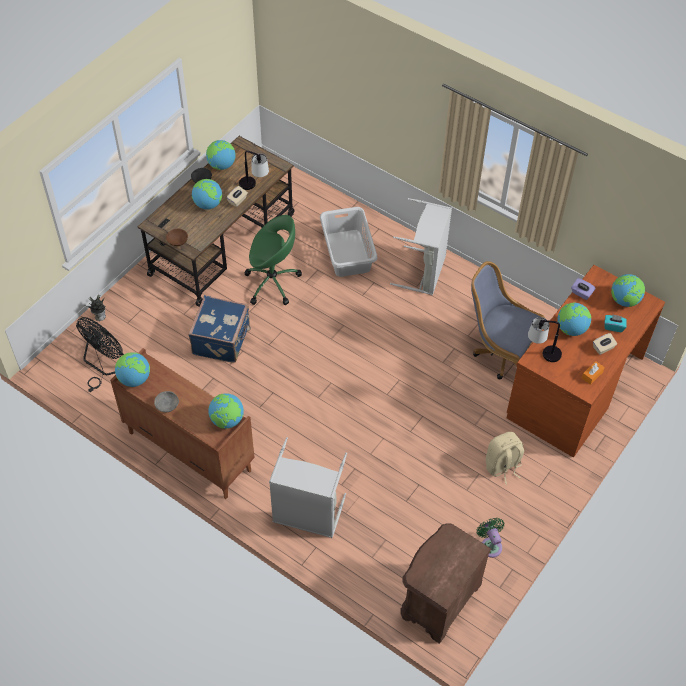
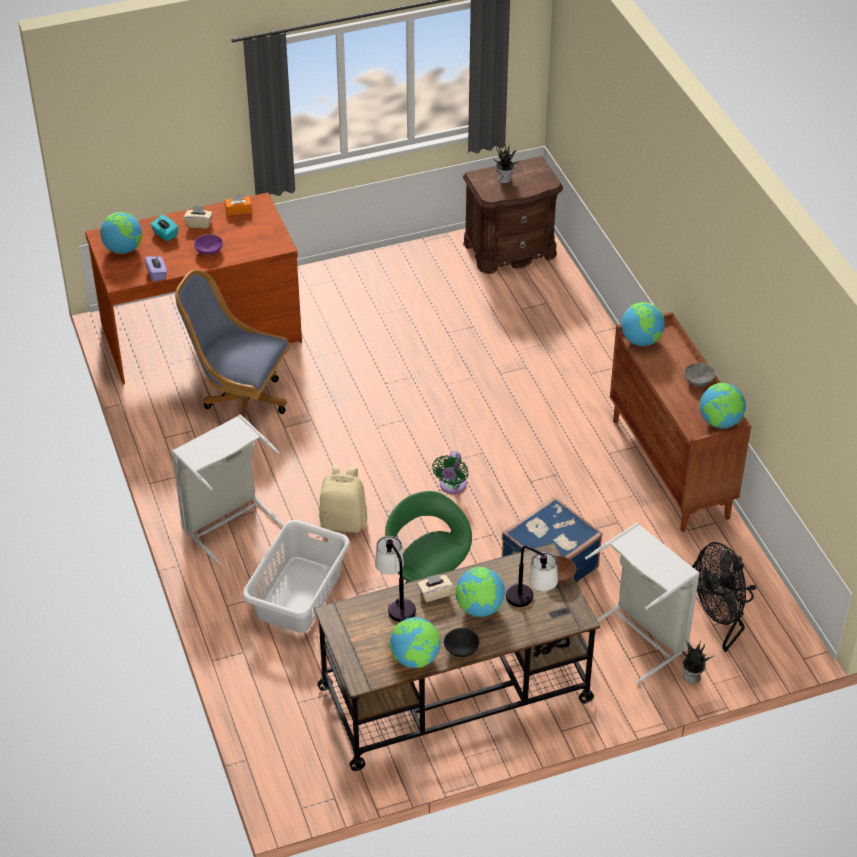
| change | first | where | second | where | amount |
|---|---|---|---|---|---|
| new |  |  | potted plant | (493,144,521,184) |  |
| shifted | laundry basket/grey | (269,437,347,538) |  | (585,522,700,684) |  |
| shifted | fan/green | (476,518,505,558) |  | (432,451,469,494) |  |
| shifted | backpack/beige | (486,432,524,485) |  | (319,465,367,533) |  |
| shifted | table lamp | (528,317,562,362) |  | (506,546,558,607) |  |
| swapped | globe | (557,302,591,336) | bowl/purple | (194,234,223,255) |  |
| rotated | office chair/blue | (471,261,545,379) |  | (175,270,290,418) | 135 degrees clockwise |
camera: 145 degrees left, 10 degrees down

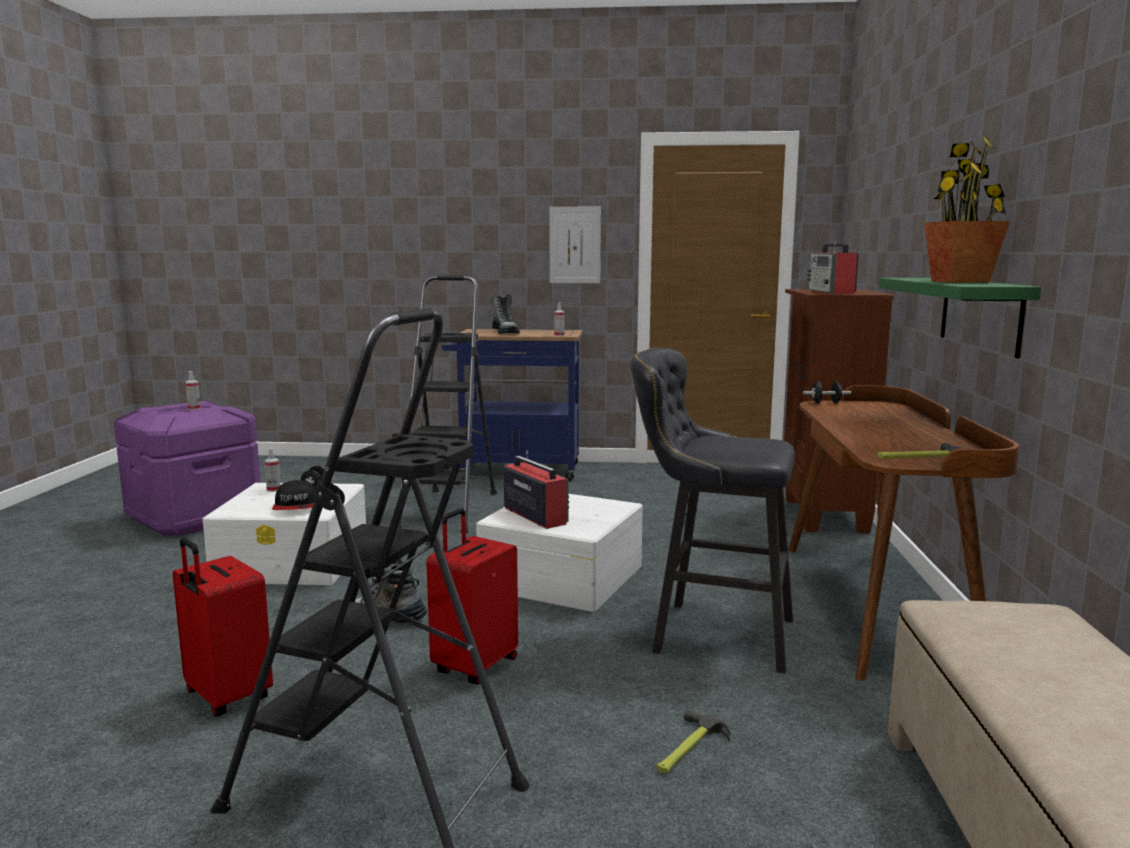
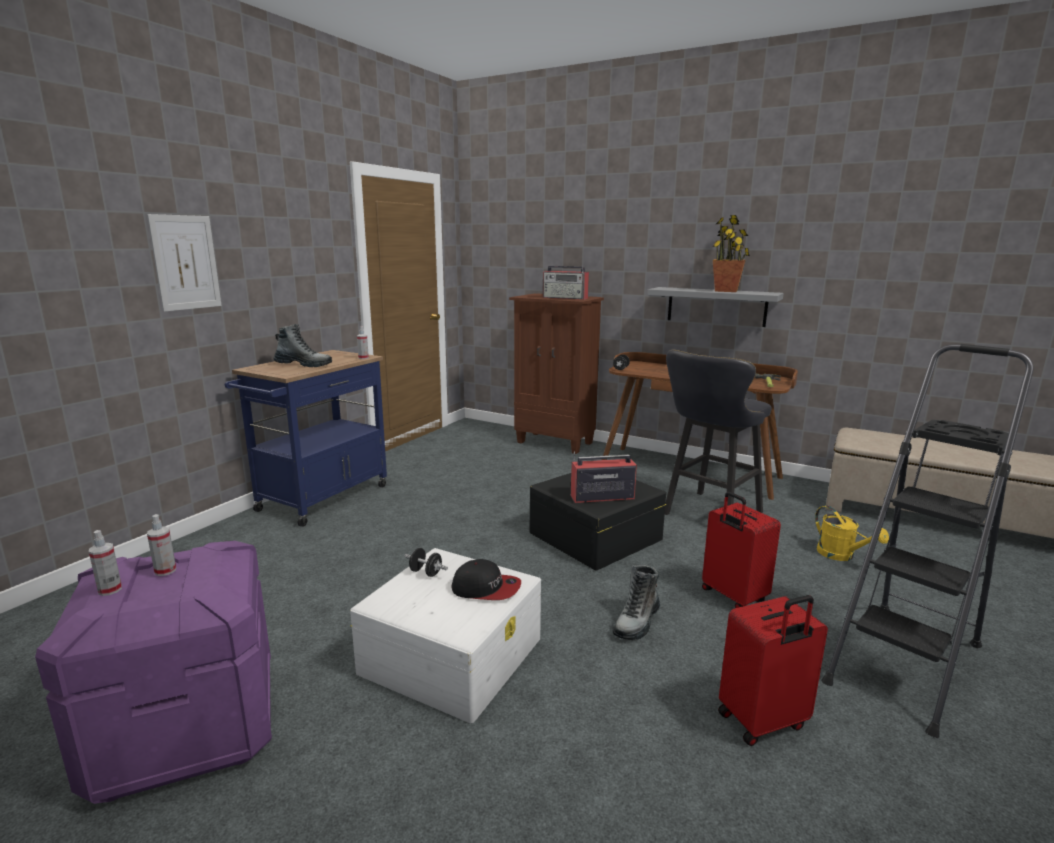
| change | first | where | second | where | amount |
|---|---|---|---|---|---|
| gone | step ladder | (397,275,497,533) |  |  |  |
| shifted | spray bottle | (265,448,281,492) |  | (89,530,122,596) |  |
| shifted | picture | (549,207,601,283) |  | (147,214,222,312) |  |
| swapped | hammer | (656,710,730,774) | watering can/yellow | (815,506,889,561) |  |
| repainted | storage box/white | (476,494,643,612) | storage box/black | (530,473,666,570) |  |
| repainted | shelf/green | (879,278,1041,359) | shelf/grey | (647,287,784,327) |  |
camera: 65 degrees left, 5 degrees up

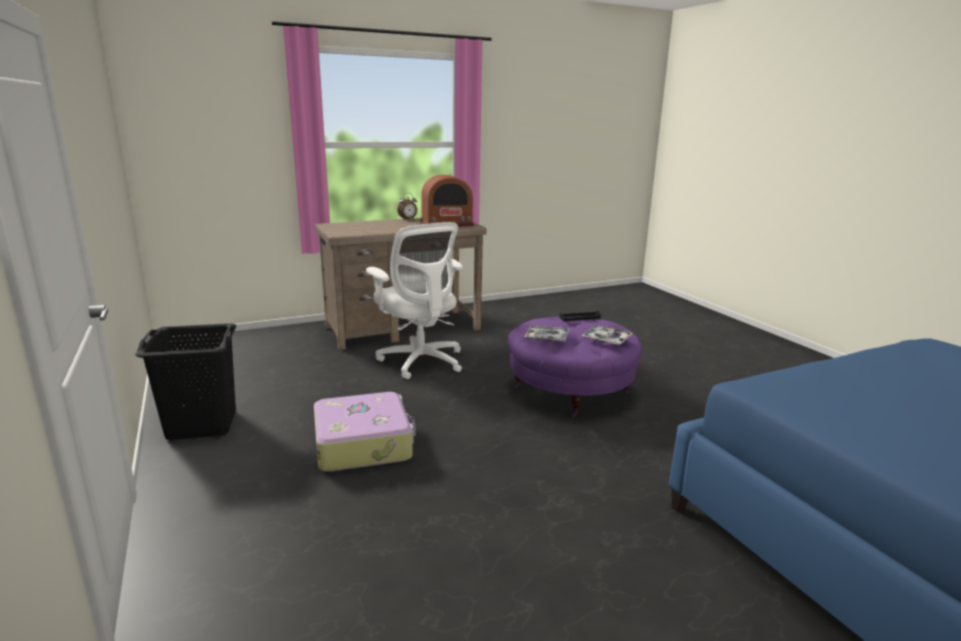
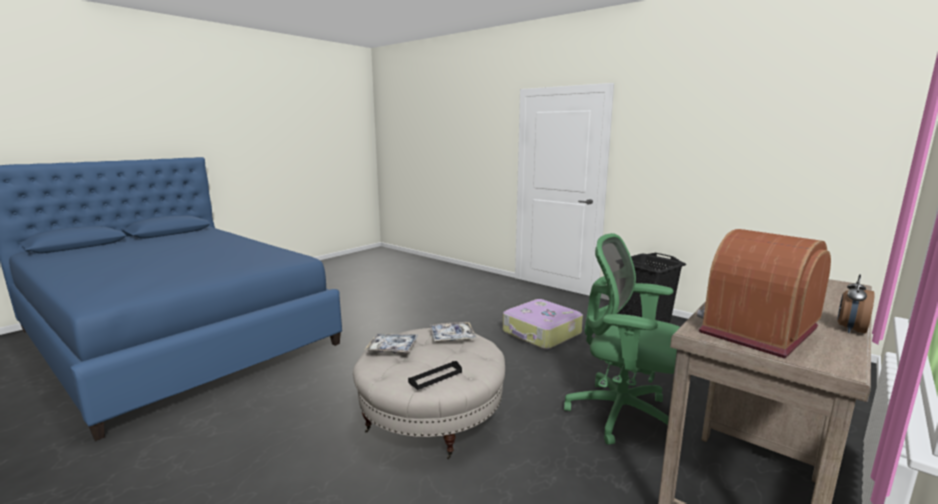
| change | first | where | second | where | amount |
|---|---|---|---|---|---|
| repainted | office chair/white | (366,222,463,379) | office chair/green | (564,233,680,445) |  |
| repainted | ottoman/purple | (508,316,642,418) | ottoman/beige | (353,328,505,459) |  |
camera: 155 degrees right, 5 degrees down

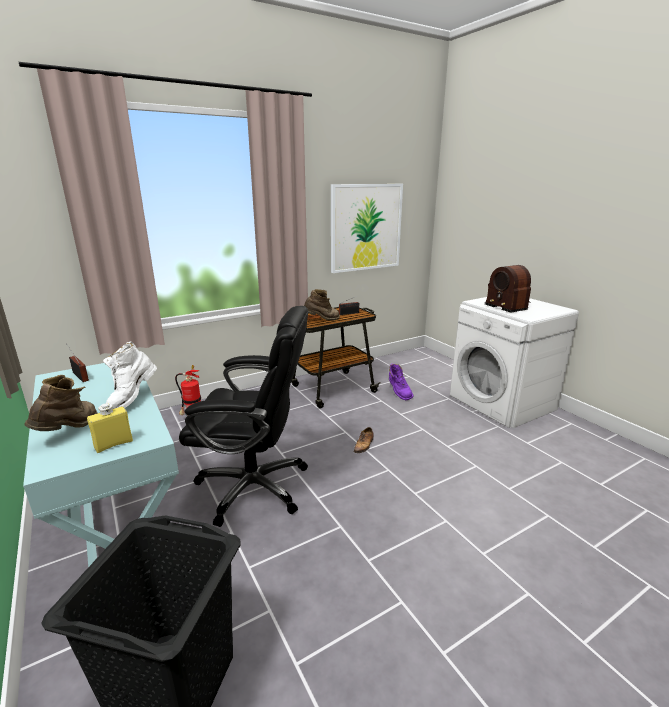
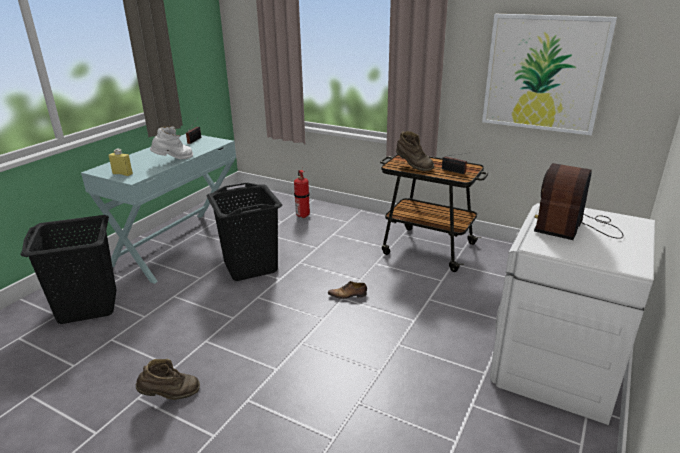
| change | first | where | second | where | amount |
|---|---|---|---|---|---|
| gone | boot/purple | (389,363,414,400) |  |  |  |
| shifted | boot/brown | (24,375,97,431) |  | (136,359,200,400) |  |
| swapped | office chair/black | (179,306,309,527) | laundry basket/black | (207,183,282,281) |  |
| rotated | boot/white | (103,342,157,409) |  | (150,126,193,159) | 150 degrees clockwise |
camera: 60 degrees right, 5 degrees up

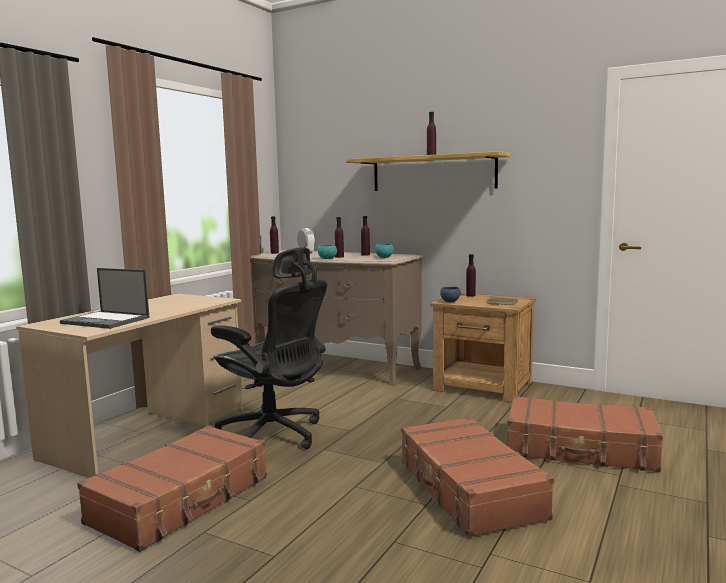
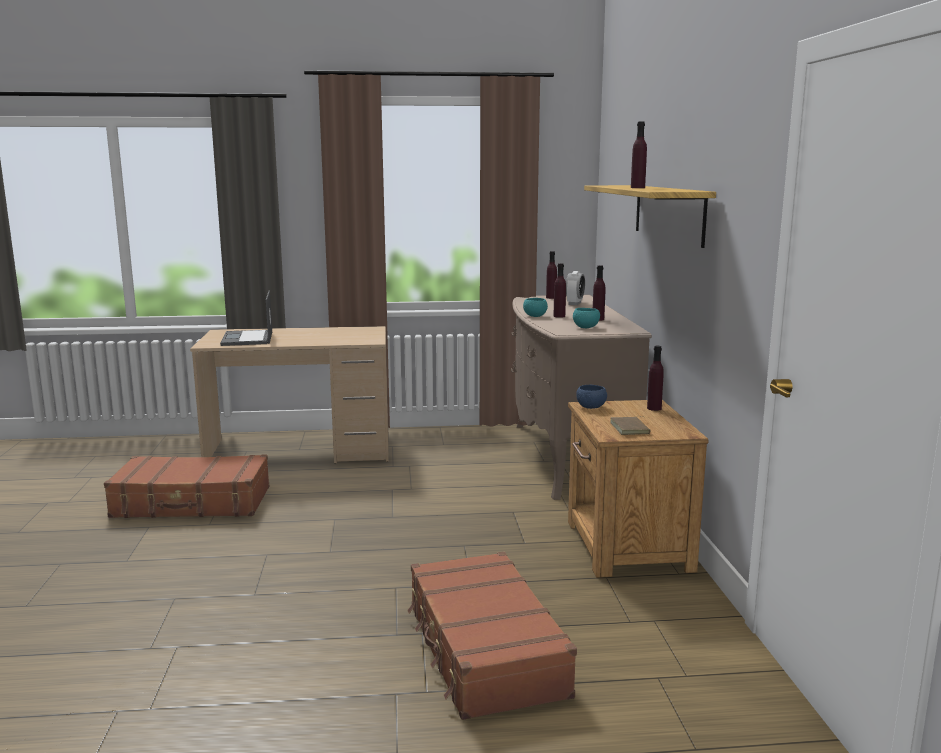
| change | first | where | second | where | amount |
|---|---|---|---|---|---|
| gone | office chair | (211,247,327,449) |  |  |  |
| gone | suitcase/brown | (401,417,554,537) |  |  |  |
camera: 55 degrees right, 5 degrees up

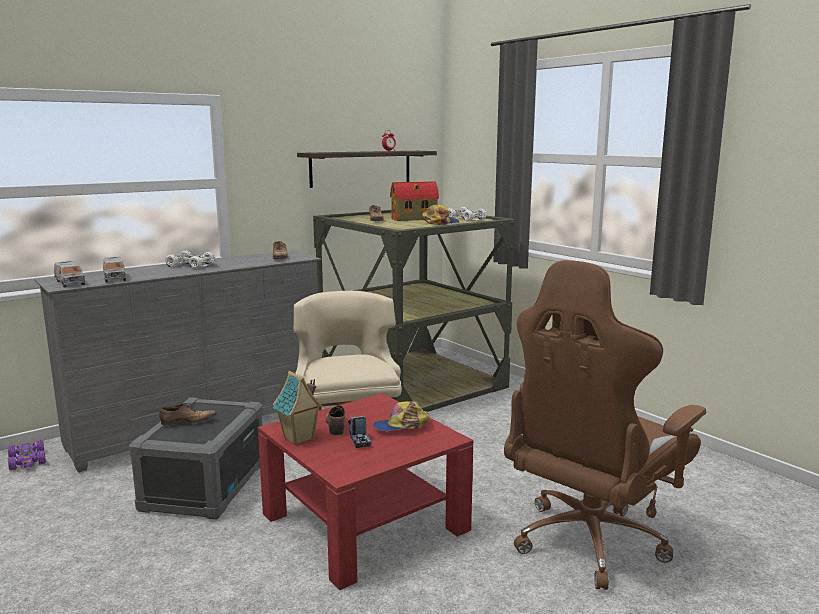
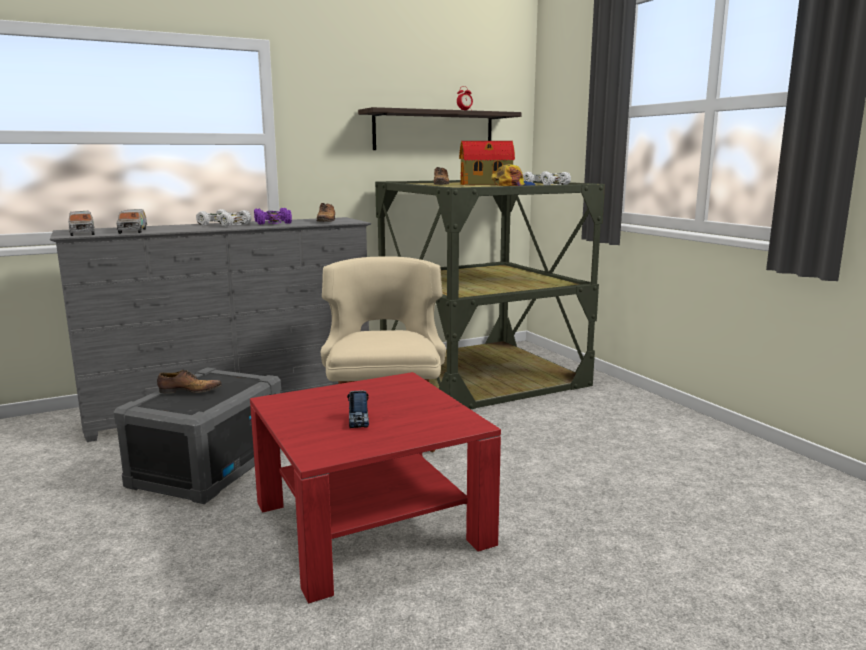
| change | first | where | second | where | amount |
|---|---|---|---|---|---|
| gone | toy house | (273,371,323,445) |  |  |  |
| gone | shoe | (326,404,345,435) |  |  |  |
| gone | cap | (373,401,430,431) |  |  |  |
| gone | office chair/brown | (504,260,706,590) |  |  |  |
| shifted | toy car/purple | (8,440,46,471) |  | (254,208,292,225) |  |
camera: 10 degrees right, 0 degrees up

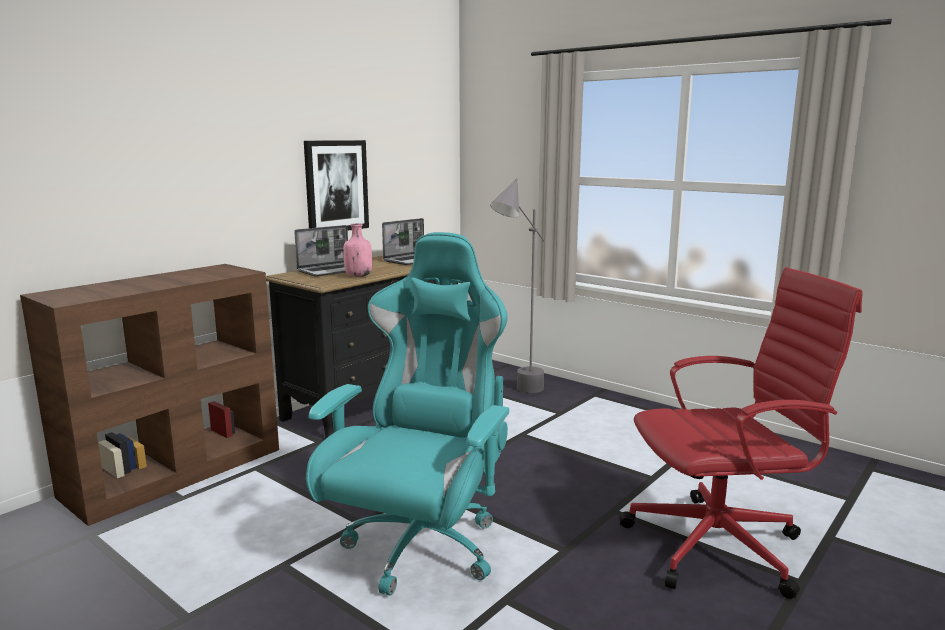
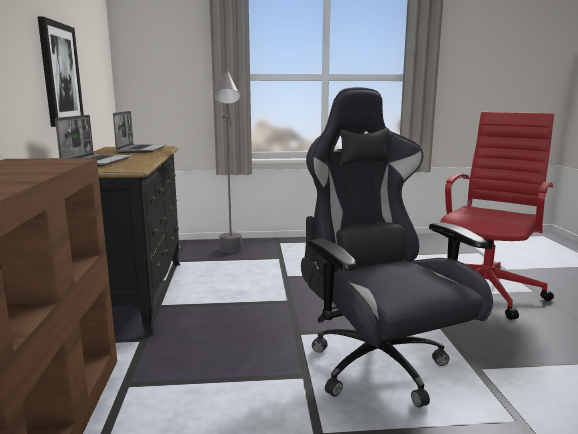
| change | first | where | second | where | amount |
|---|---|---|---|---|---|
| gone | bottle/pink | (343,223,372,277) |  |  |  |
| repainted | office chair/turquoise | (306,232,509,596) | office chair/black | (301,87,493,407) |  |
camera: 45 degrees left, 0 degrees up

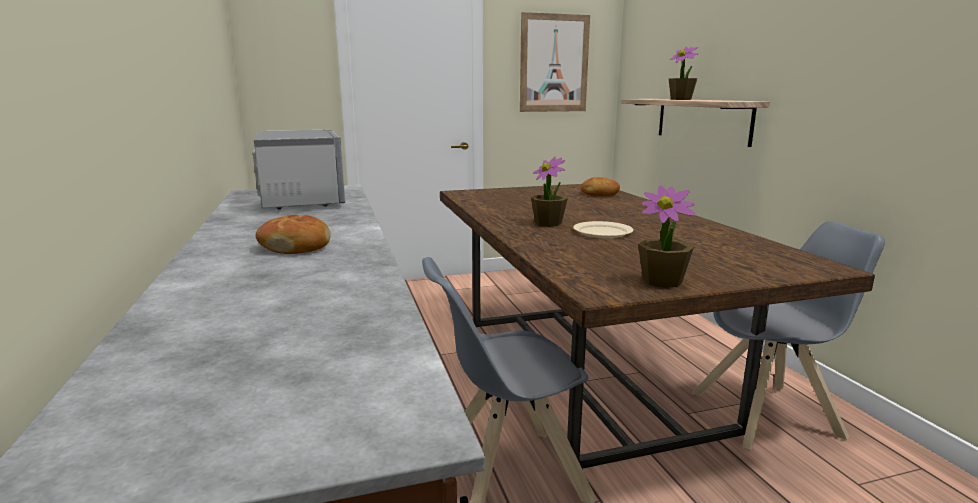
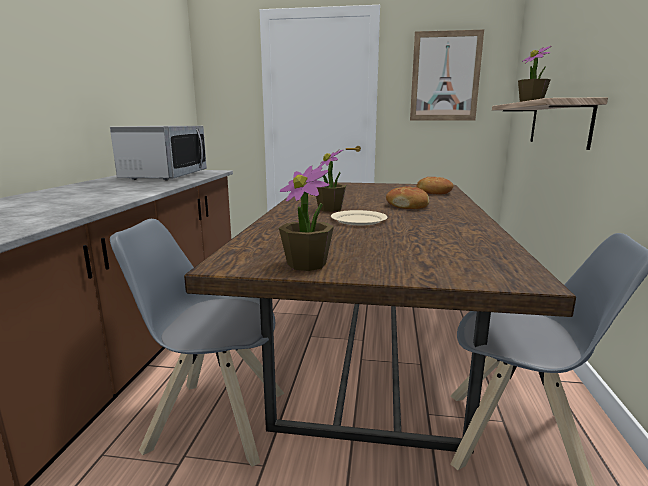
| change | first | where | second | where | amount |
|---|---|---|---|---|---|
| shifted | bread | (256,215,331,254) |  | (386,186,429,209) |  |
camera: 25 degrees right, 0 degrees up

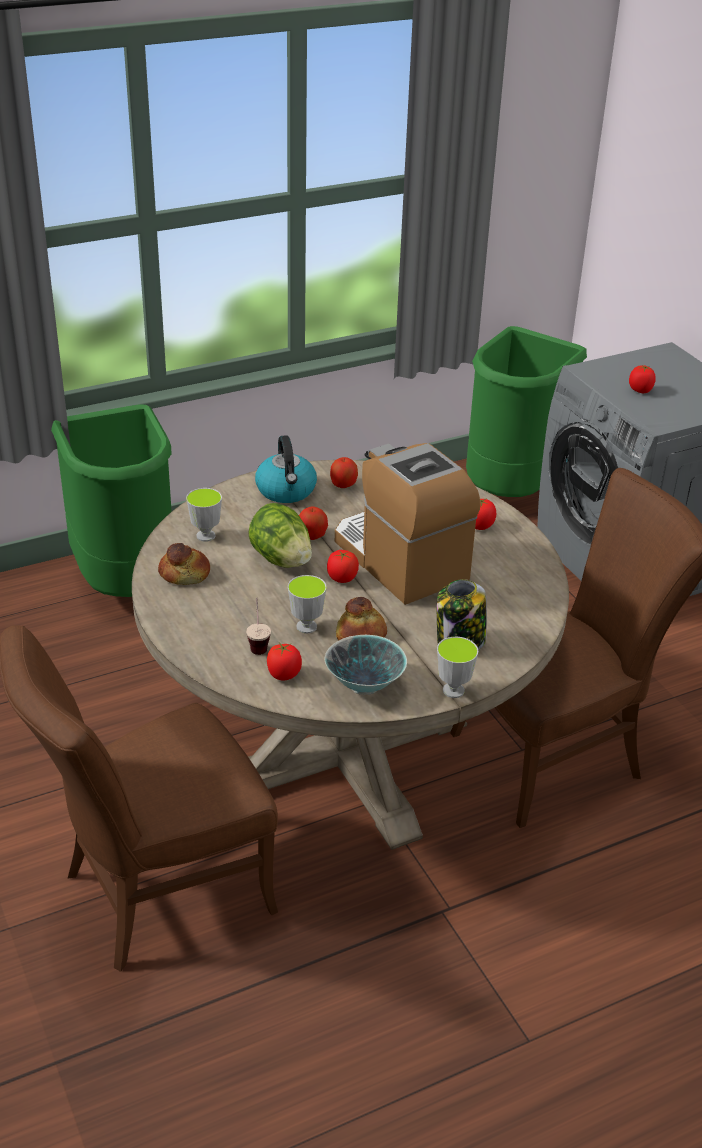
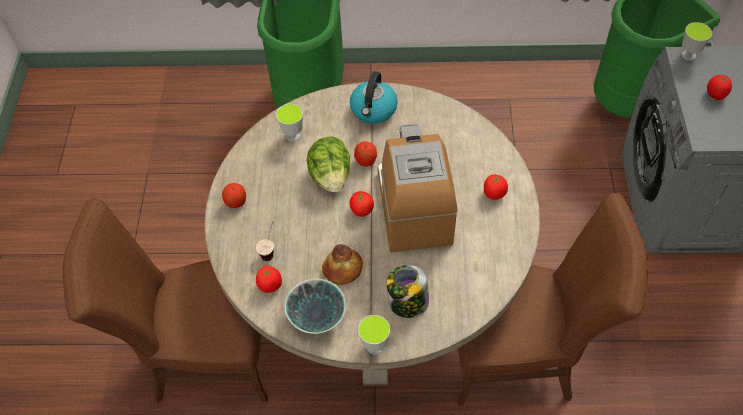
| change | first | where | second | where | amount |
|---|---|---|---|---|---|
| gone | bread | (158,543,210,585) |  |  |  |
| shifted | cup | (288,575,327,633) |  | (682,22,712,61) |  |
| shifted | apple | (330,457,358,488) |  | (222,183,246,208) |  |
camera: 30 degrees right, 20 degrees up

